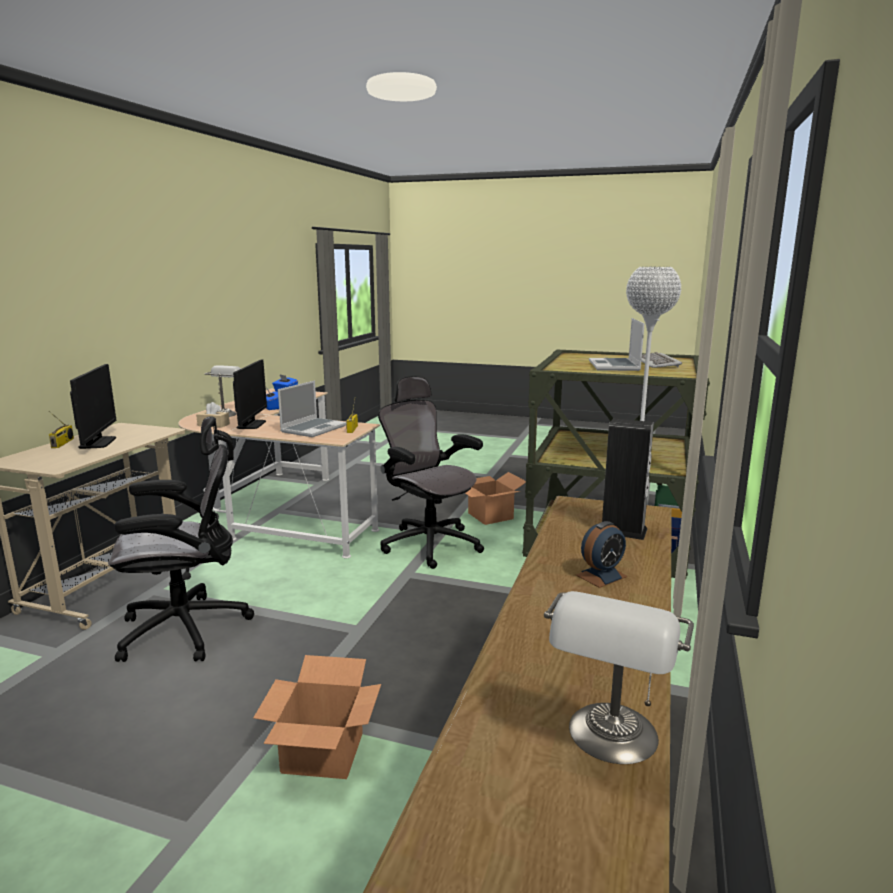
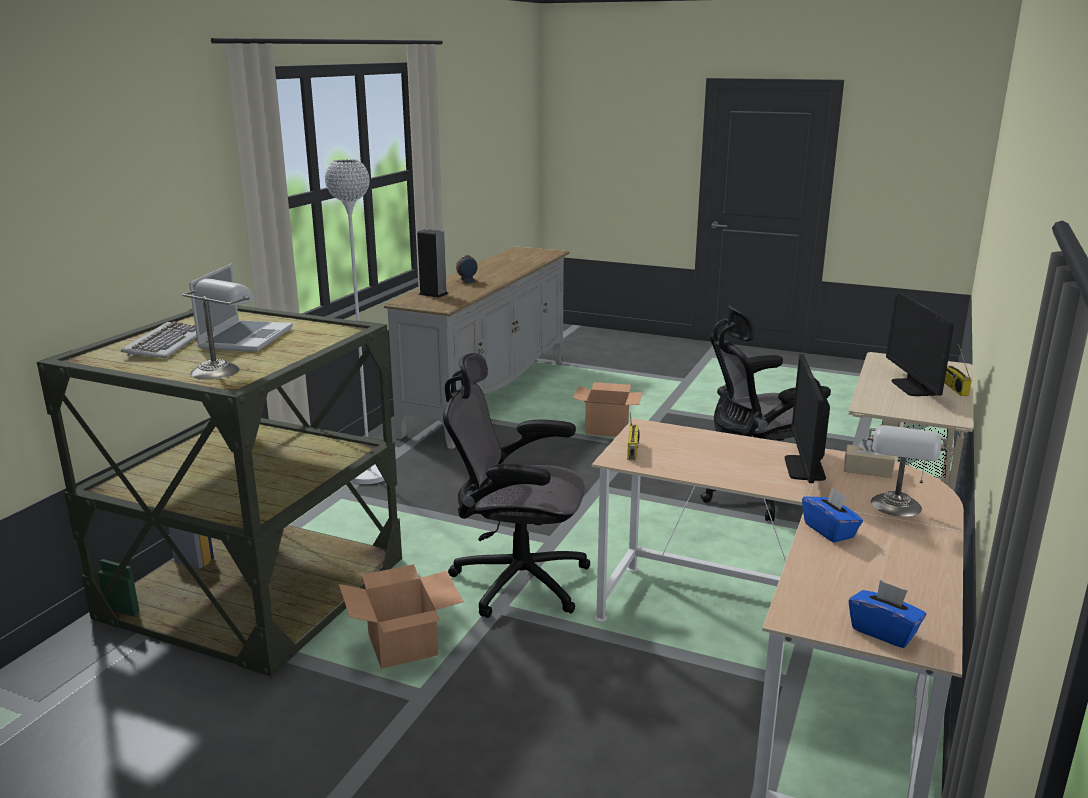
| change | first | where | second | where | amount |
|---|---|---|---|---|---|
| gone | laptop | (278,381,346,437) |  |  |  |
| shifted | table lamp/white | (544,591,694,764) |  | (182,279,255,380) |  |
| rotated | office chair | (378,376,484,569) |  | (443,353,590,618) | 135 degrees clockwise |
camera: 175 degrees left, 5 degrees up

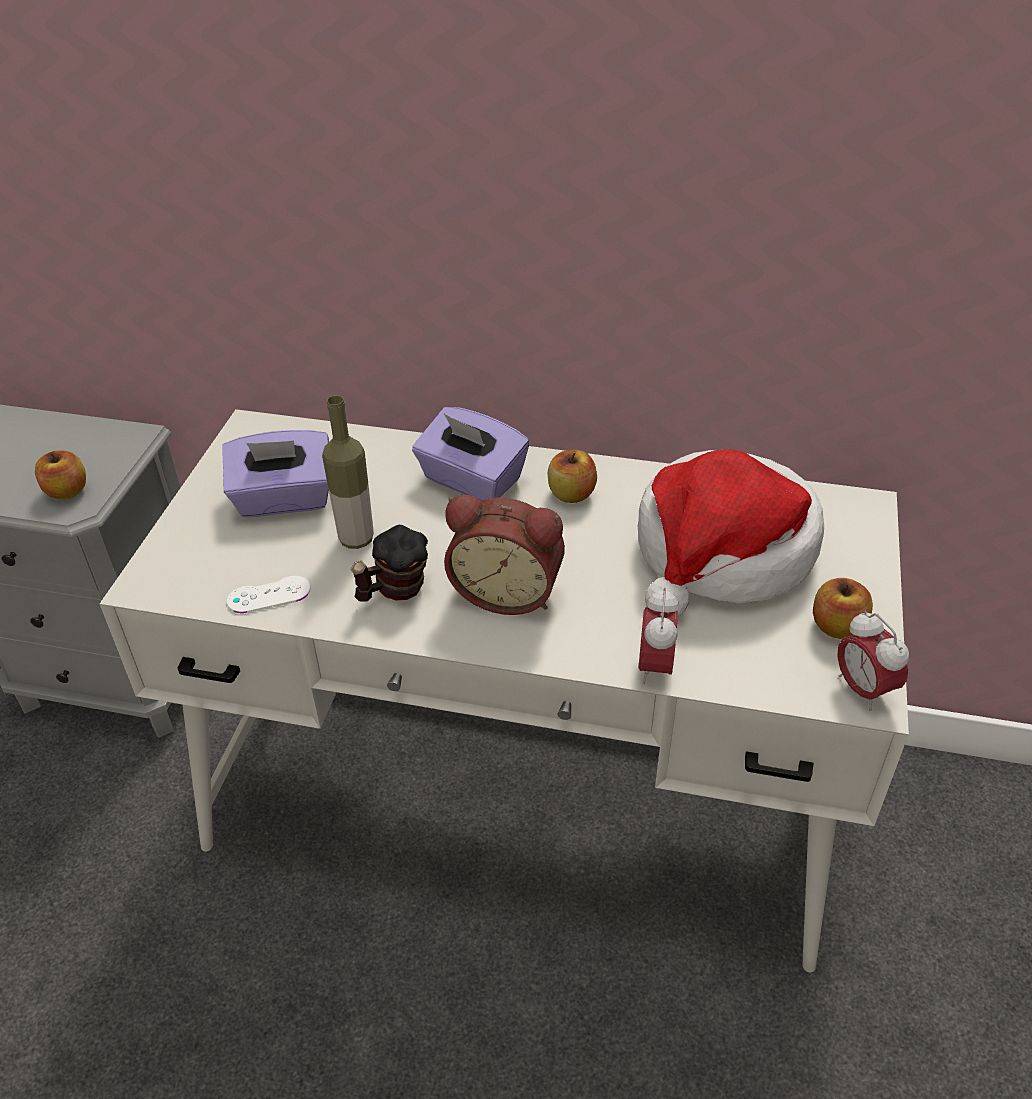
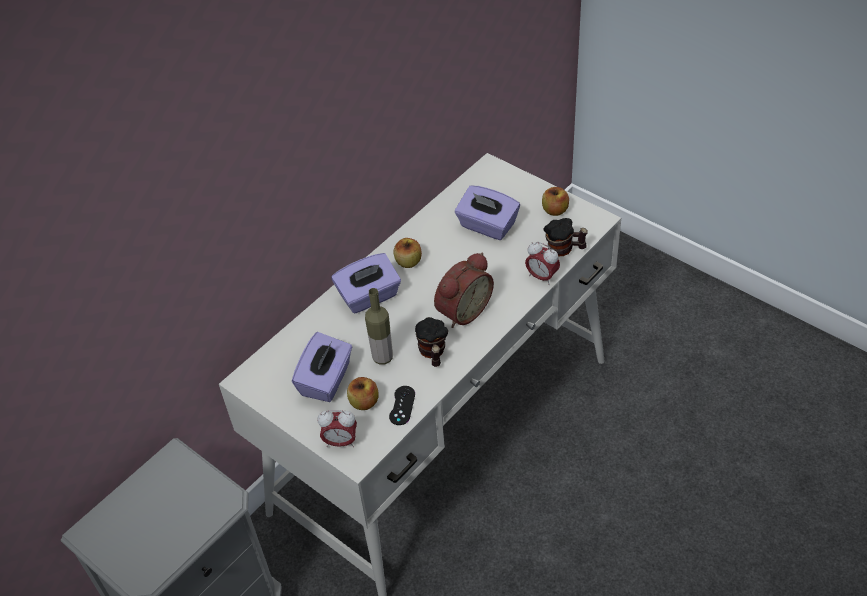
| change | first | where | second | where | amount |
|---|---|---|---|---|---|
| new |  |  | mug | (544,218,588,256) |  |
| shifted | apple | (35,450,86,500) |  | (347,377,379,410) |  |
| shifted | alarm clock | (837,611,909,711) |  | (318,410,357,447) |  |
| swapped | hat | (638,449,824,617) | tissue box/purple | (455,185,520,240) |  |
| repainted | game controller/white | (227,576,311,614) | game controller/black | (389,386,415,425) |  |
camera: 60 degrees left, 5 degrees up

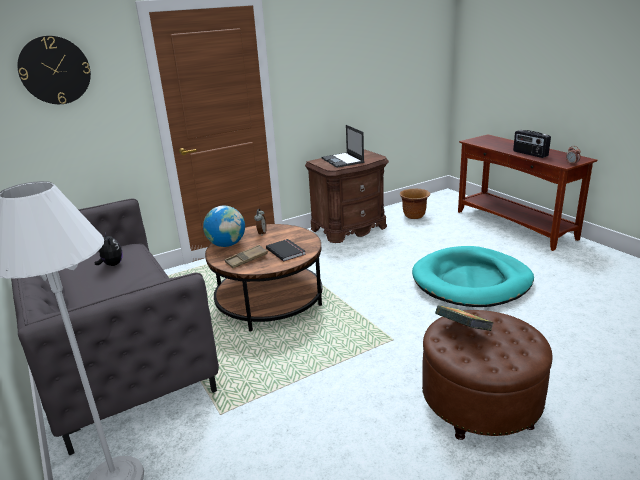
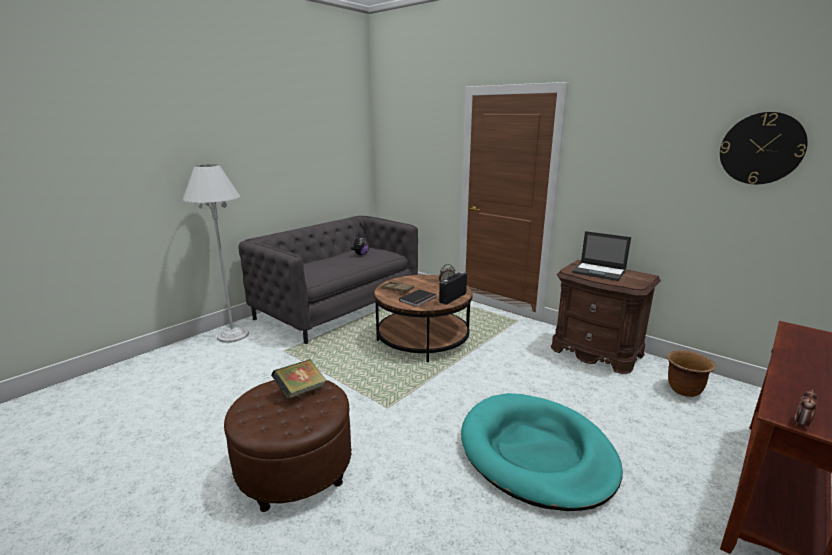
| change | first | where | second | where | amount |
|---|---|---|---|---|---|
| gone | globe | (203,206,245,247) |  |  |  |
| shifted | wall clock | (17,36,91,104) |  | (720,112,808,184) |  |
| shifted | radio | (513,130,551,158) |  | (439,272,467,305) |  |
| rotated | laptop | (321,125,364,168) |  | (572,231,631,281) | 105 degrees counterclockwise |
camera: 70 degrees right, 5 degrees down

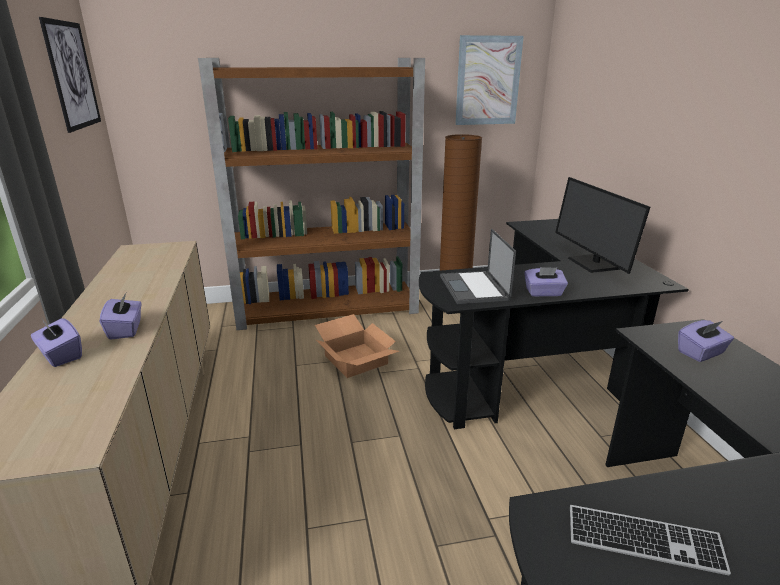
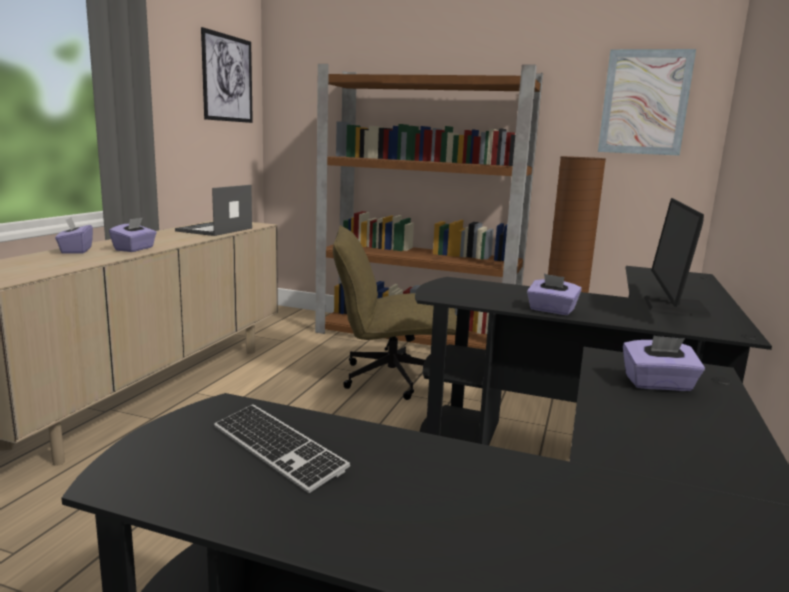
| change | first | where | second | where | amount |
|---|---|---|---|---|---|
| shifted | laptop | (440,229,516,304) |  | (175,185,252,236) |  |
| swapped | cardboard box | (315,314,399,378) | office chair/beige | (333,225,457,400) |  |
camera: 30 degrees right, 10 degrees down

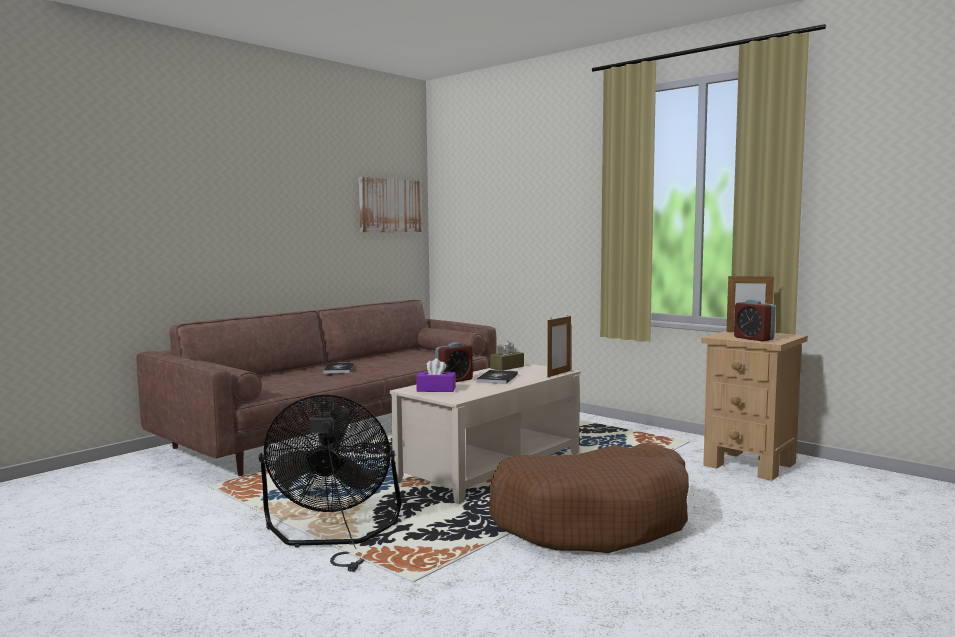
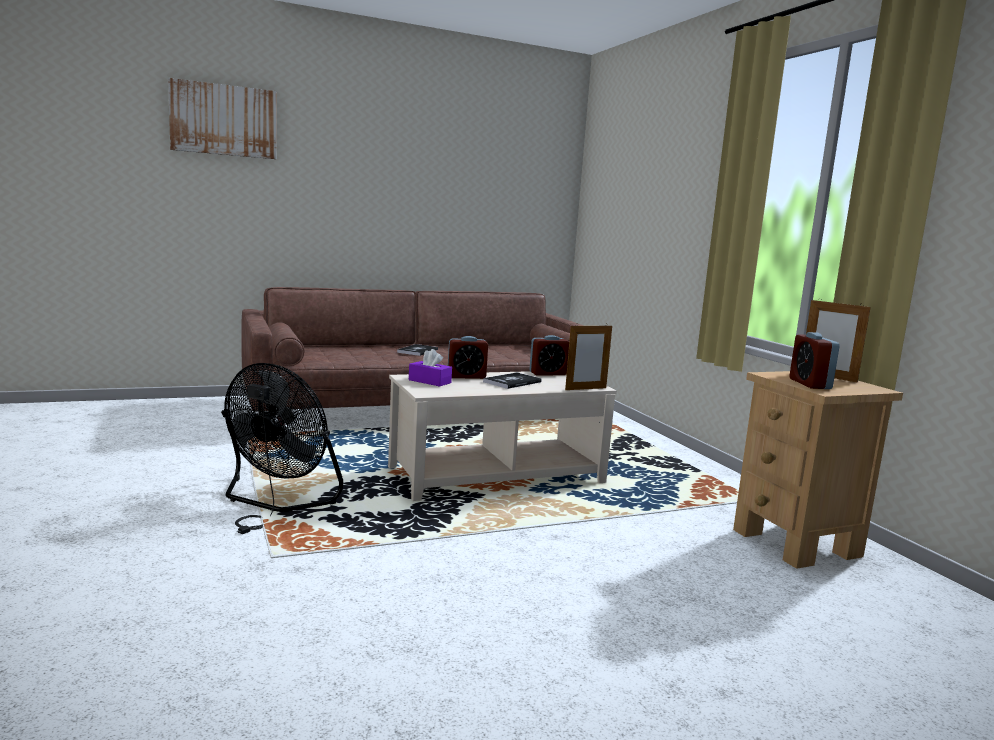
| change | first | where | second | where | amount |
|---|---|---|---|---|---|
| gone | dog bed/brown | (489,444,689,553) |  |  |  |
| shifted | picture | (359,177,422,232) |  | (168,78,276,159) |  |
| swapped | tissue box/brown | (490,341,524,371) | alarm clock | (529,335,569,375) |  |
camera: 25 degrees right, 5 degrees up

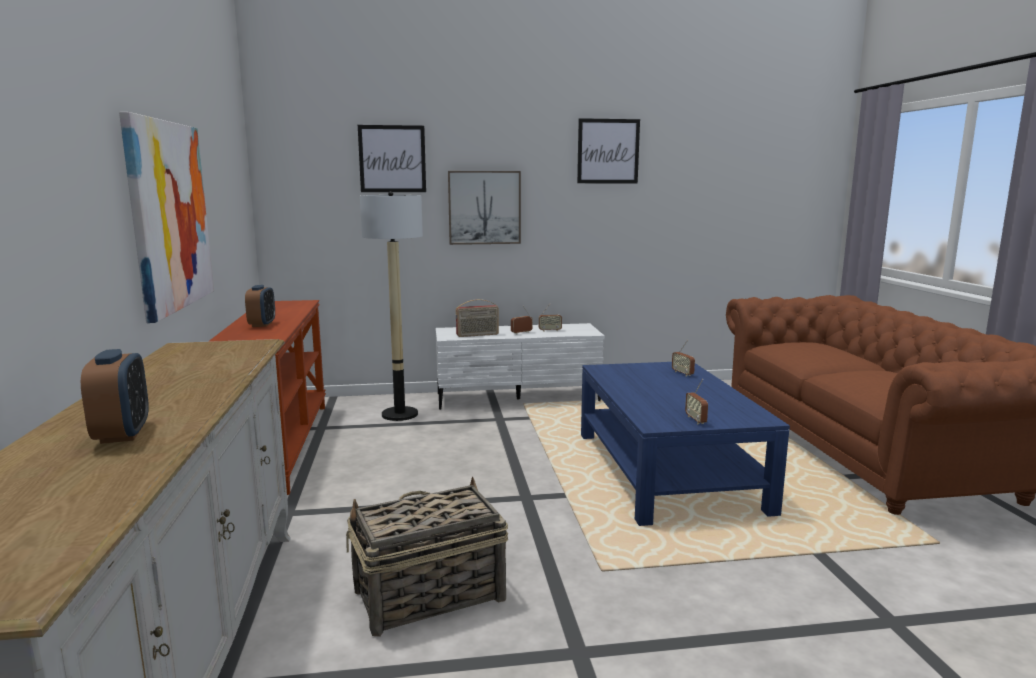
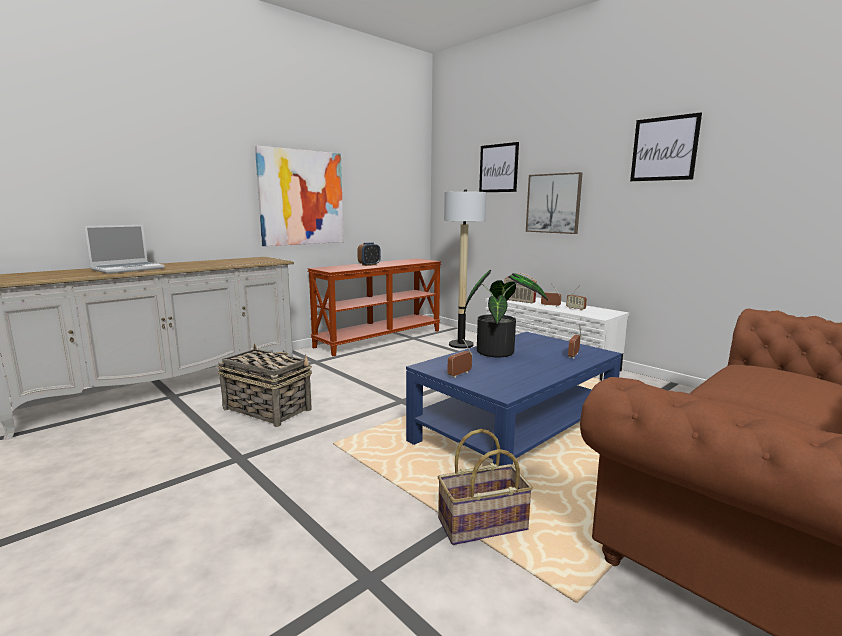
| change | first | where | second | where | amount |
|---|---|---|---|---|---|
| new |  |  | basket | (438,429,533,545) |  |
| new |  |  | potted plant | (463,270,548,357) |  |
| swapped | alarm clock | (81,349,149,444) | laptop | (84,225,165,274) |  |
camera: 55 degrees right, 0 degrees up

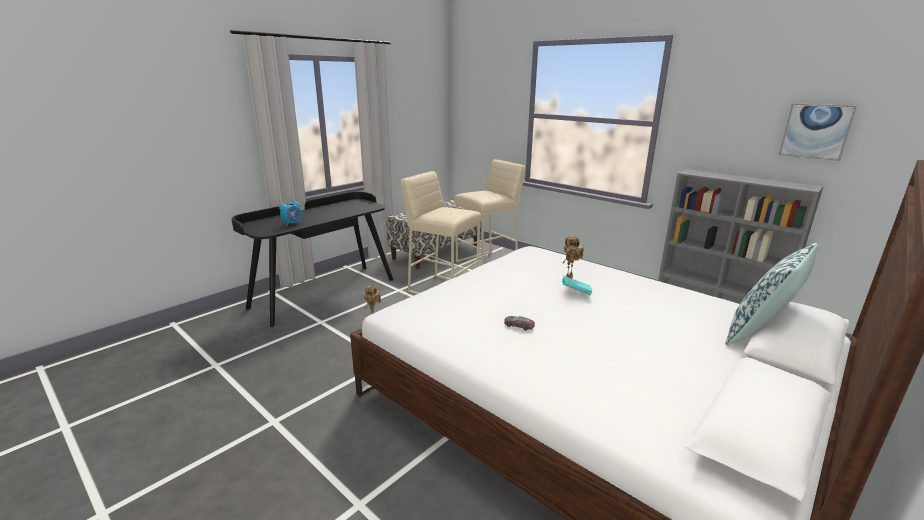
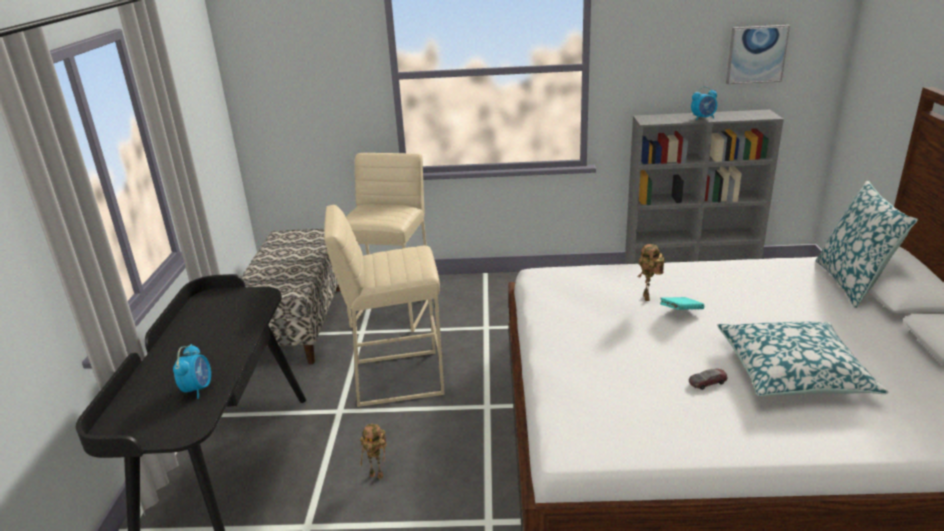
| change | first | where | second | where | amount |
|---|---|---|---|---|---|
| new |  |  | alarm clock | (691,86,717,120) |  |
| new |  |  | pillow | (718,322,889,396) |  |
camera: 40 degrees left, 5 degrees up

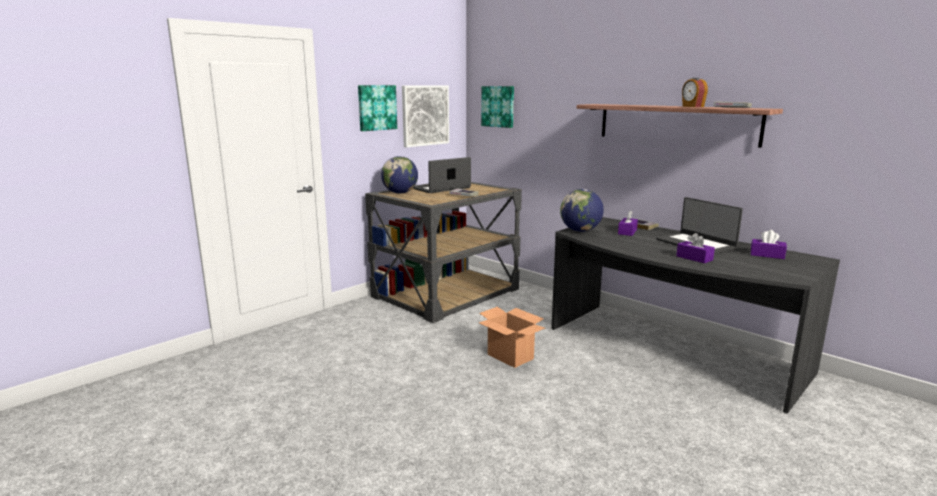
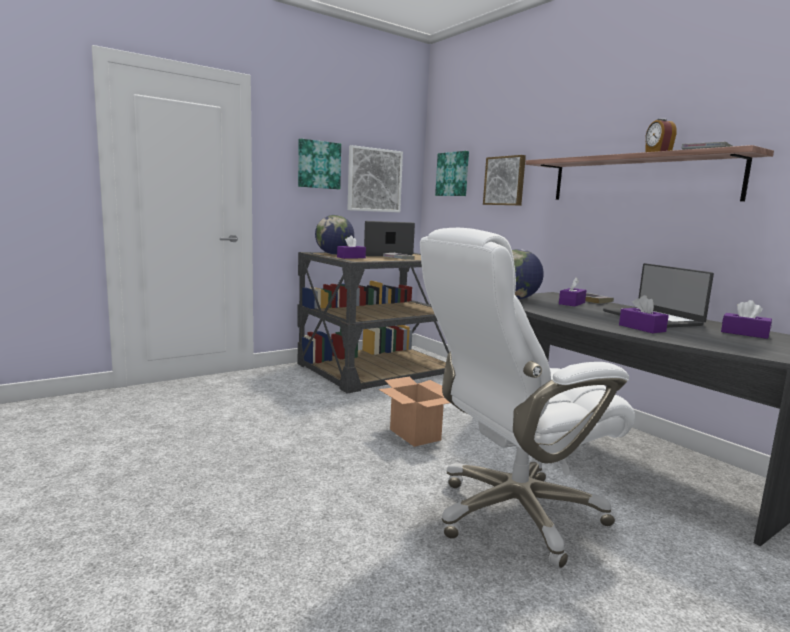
| change | first | where | second | where | amount |
|---|---|---|---|---|---|
| new |  |  | tissue box/purple | (337,236,366,259) |  |
| new |  |  | office chair/white | (420,228,635,568) |  |
| new |  |  | picture | (483,155,526,206) |  |
camera: 10 degrees right, 5 degrees down

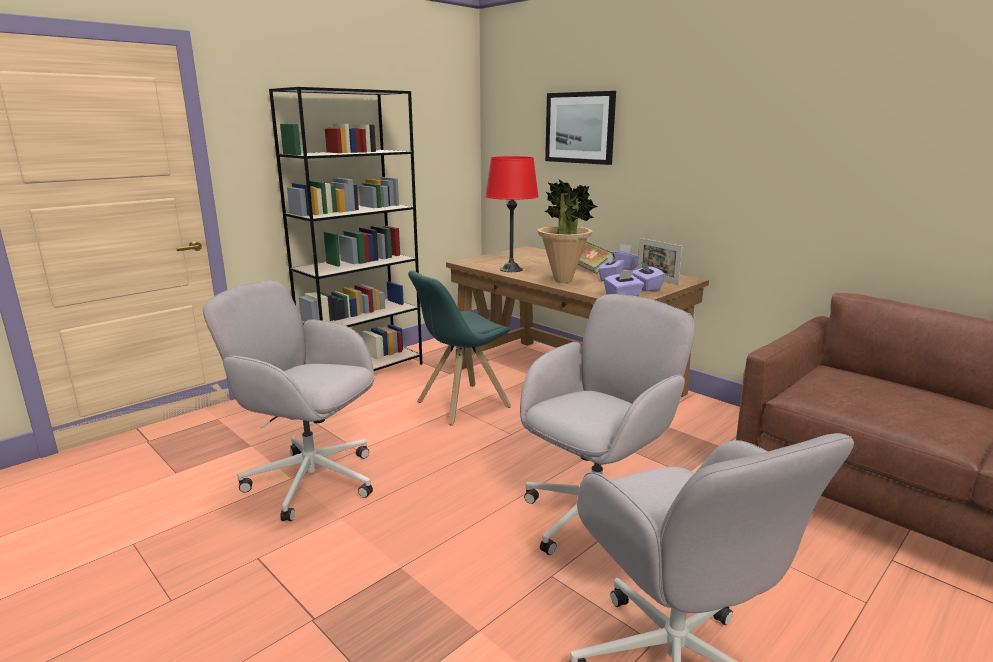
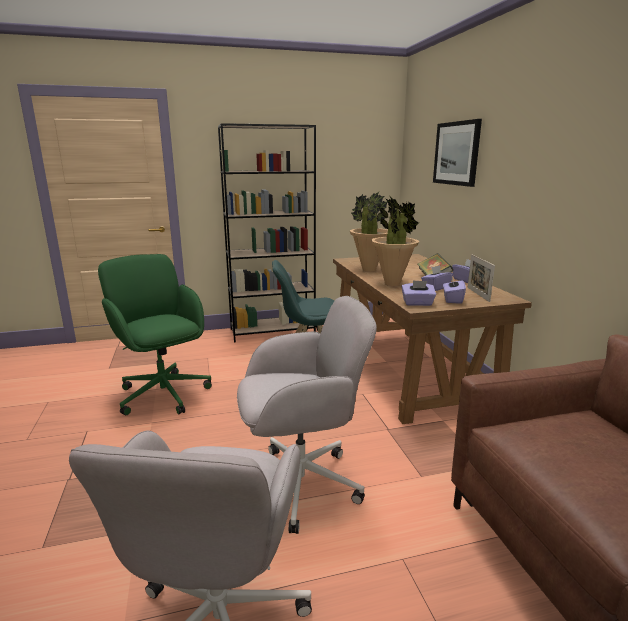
| change | first | where | second | where | amount |
|---|---|---|---|---|---|
| swapped | table lamp/red | (485,156,539,272) | potted plant | (350,192,388,272) |  |
| repainted | office chair/grey | (203,280,374,521) | office chair/green | (98,254,212,415) |  |
camera: 30 degrees right, 0 degrees up

